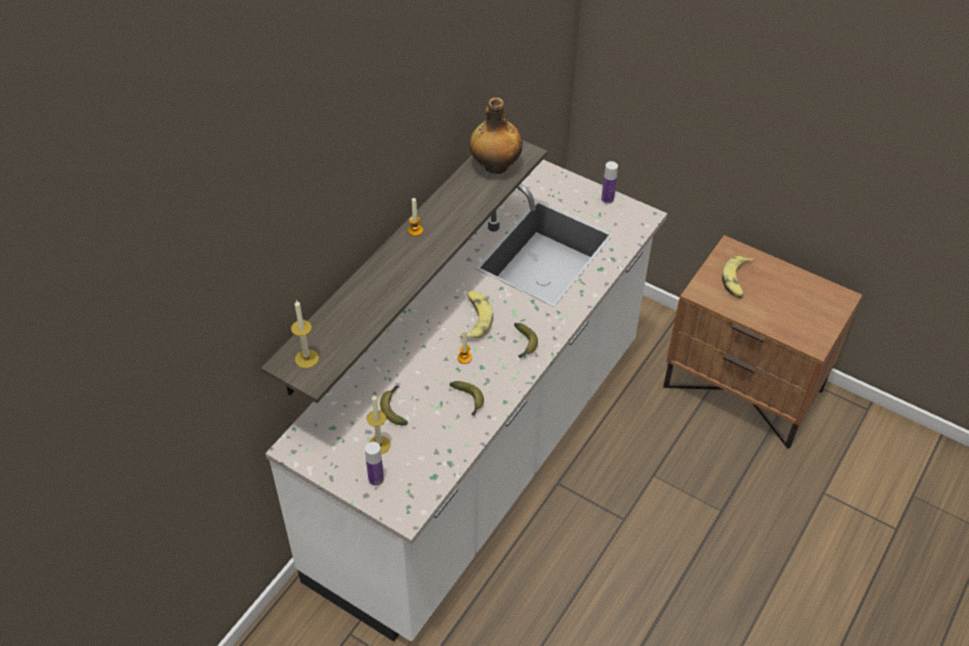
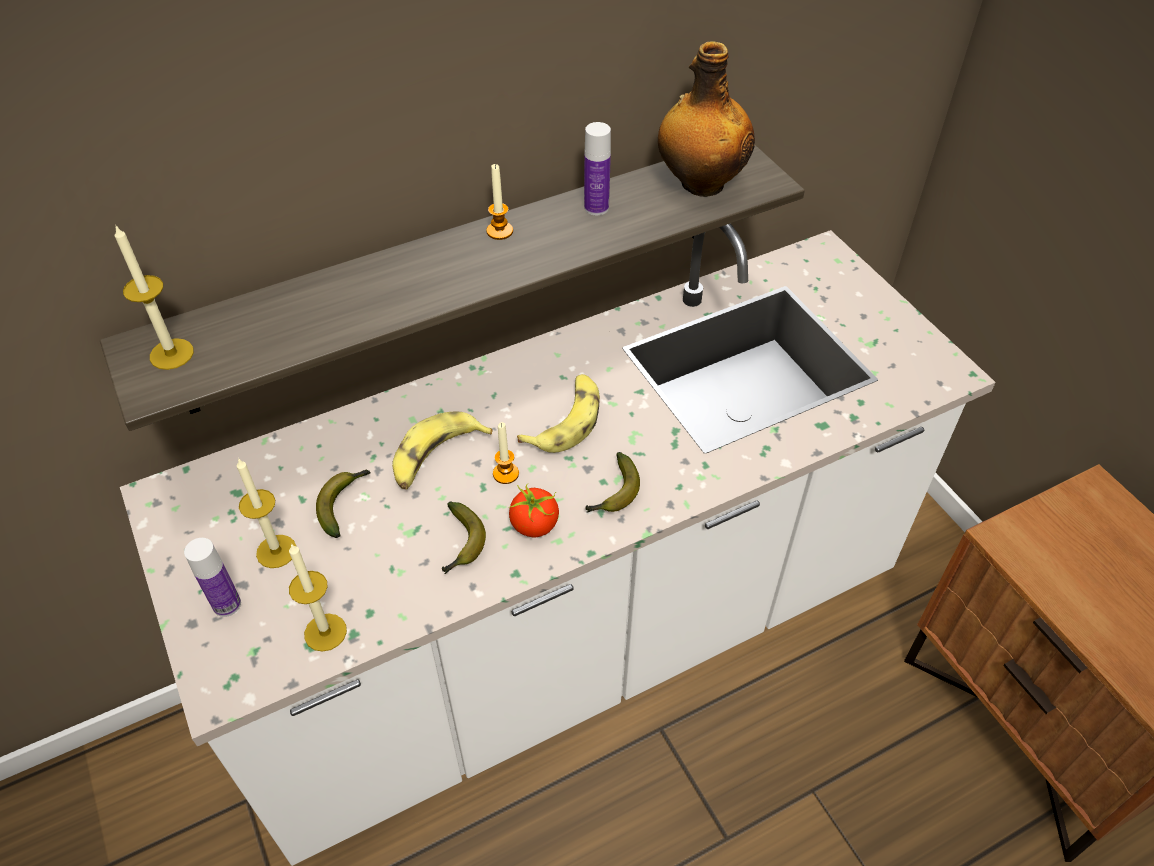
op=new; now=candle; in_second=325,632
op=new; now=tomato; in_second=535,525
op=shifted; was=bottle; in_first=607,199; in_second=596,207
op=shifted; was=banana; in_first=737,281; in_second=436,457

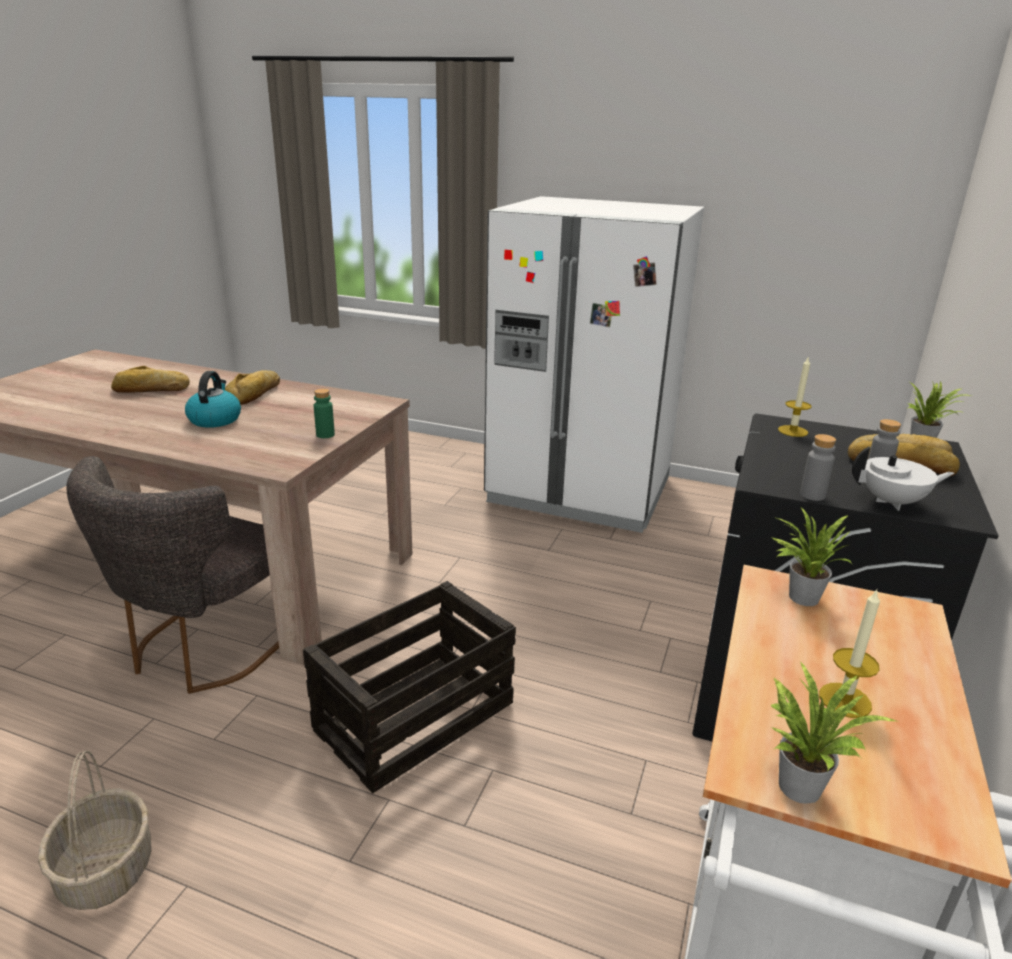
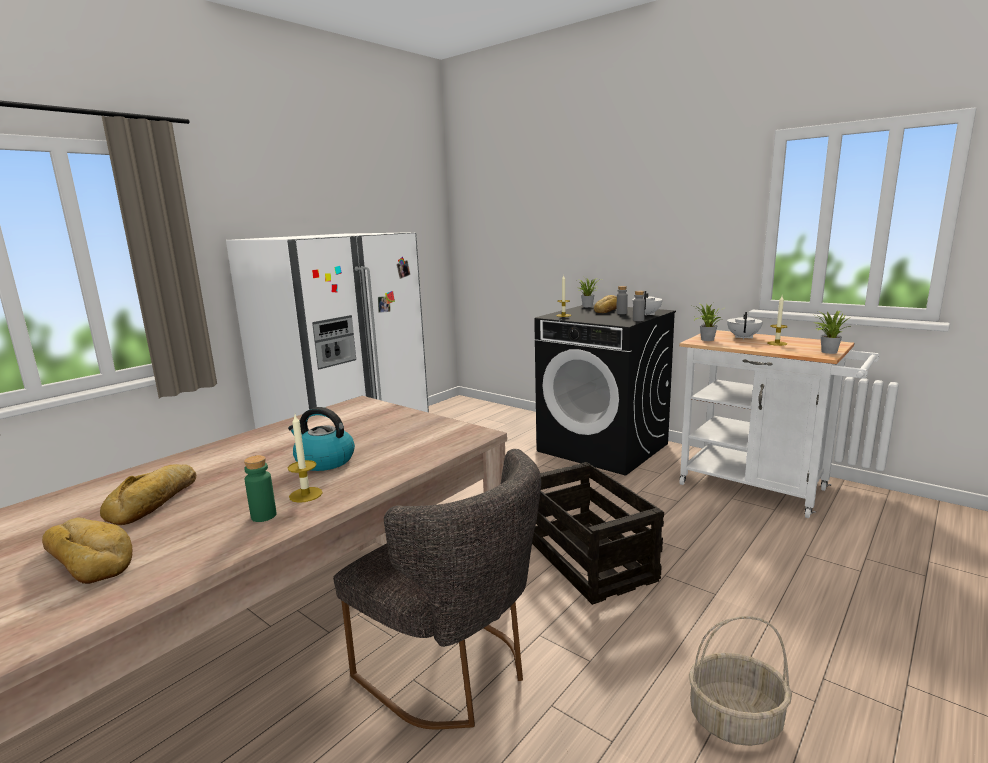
op=new; now=candle; in_second=306,494
op=new; now=white teapot; in_second=743,337
op=shifted; was=bread; in_first=255,393; in_second=90,558
op=shifted; was=green bottle; in_first=325,435; in_second=263,516

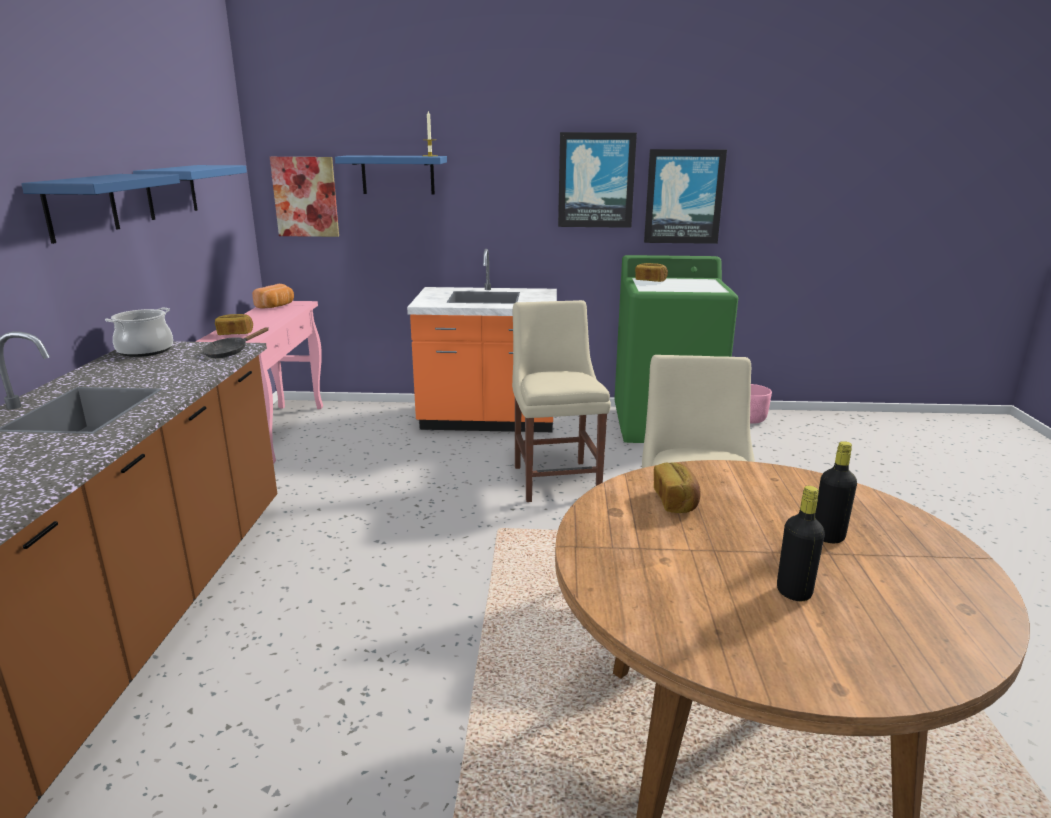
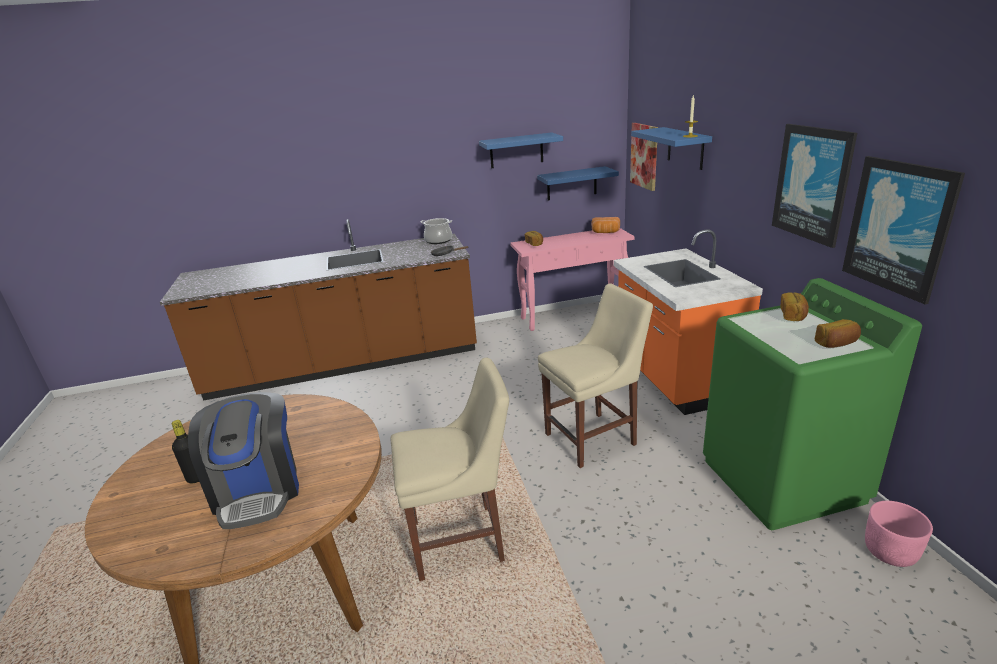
op=shifted; was=blue shelf; in_first=81,207; in_second=571,183
op=shifted; was=bread; in_first=676,501; in_second=836,343
op=swapped; was=black bottle; now=coffee machine; in_first=828,537; in_second=258,490

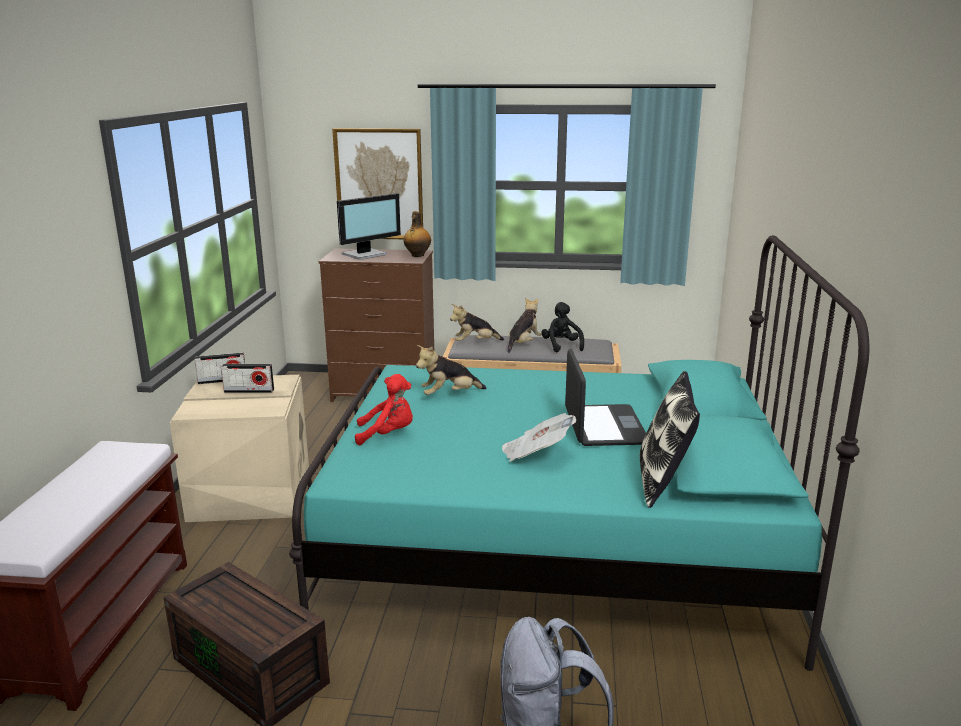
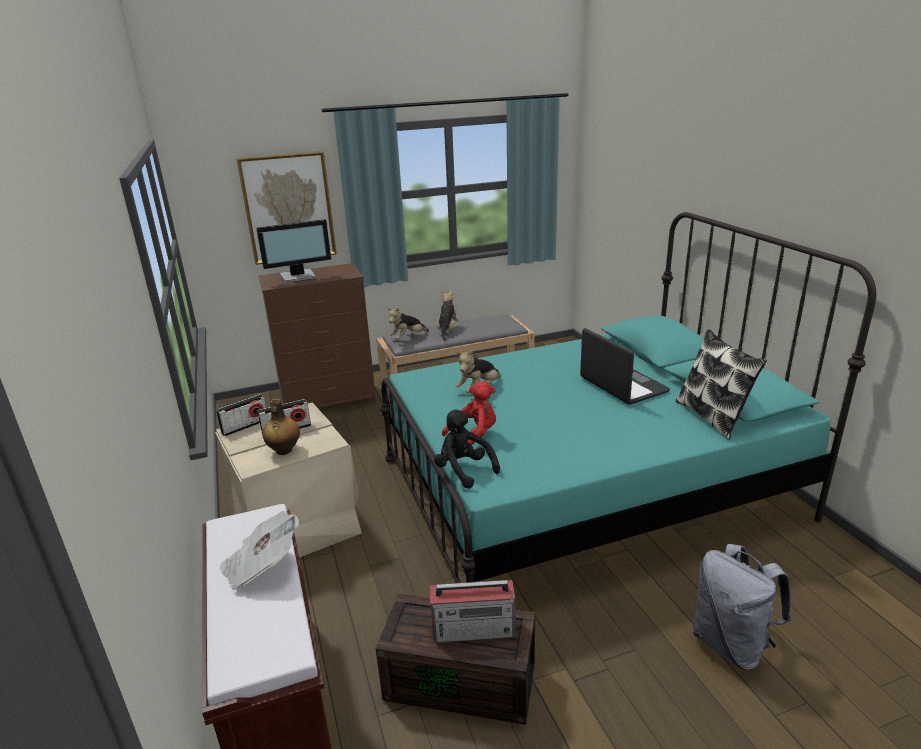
op=new; now=radio; in_second=475,628
op=shifted; was=bottle; in_first=417,255; in_second=284,451
op=shifted; was=newspaper; in_first=536,454; in_second=262,566
op=shifted; was=black plush toy; in_first=561,346; in_second=463,470
op=rotated; was=monitor; in_first=365,254; in_second=298,276; clockwise=45

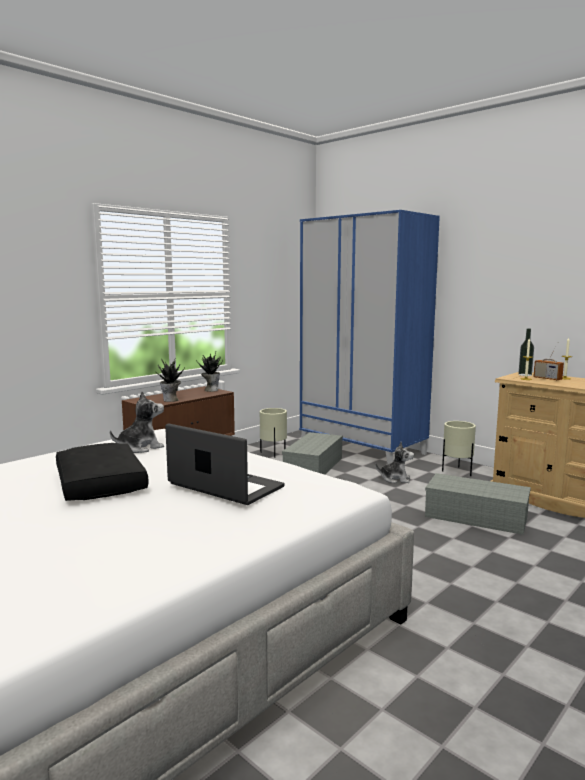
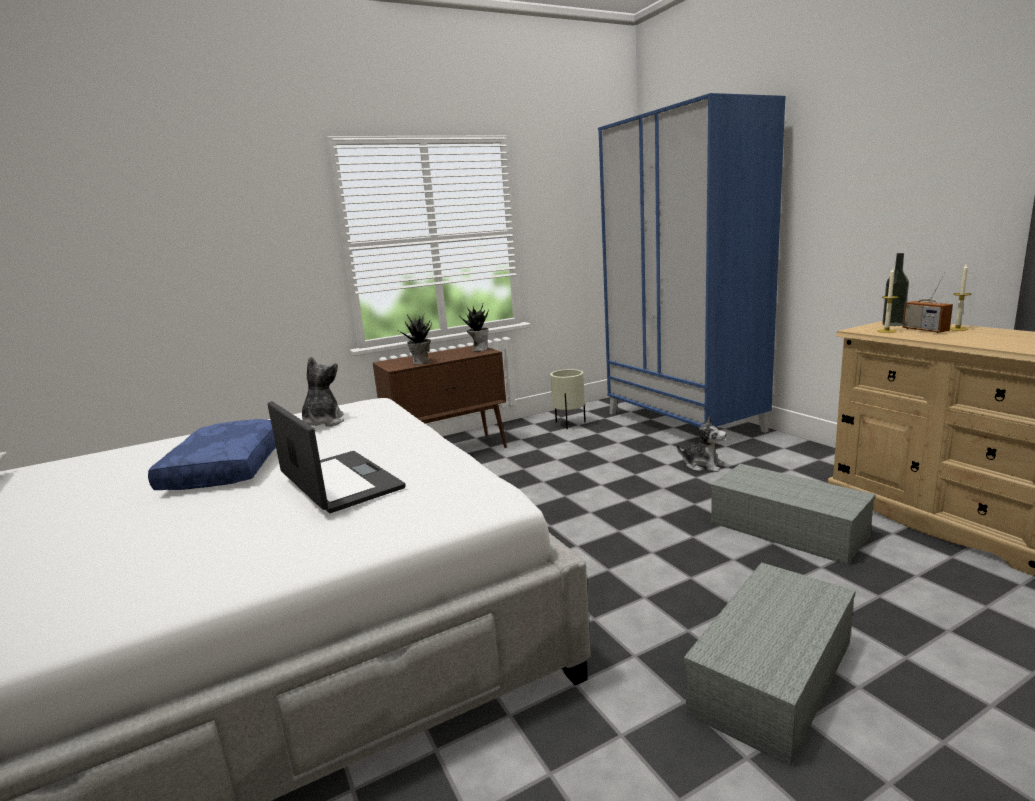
op=gone; was=beige planter; in_first=457,472
op=shifted; was=grey storage box; in_first=314,467; in_second=773,679
op=repainted; was=black pillow; now=blue pillow; in_first=98,483; in_second=225,468
op=rotated; was=plush toy; in_first=140,448; in_second=323,423; clockwise=-75

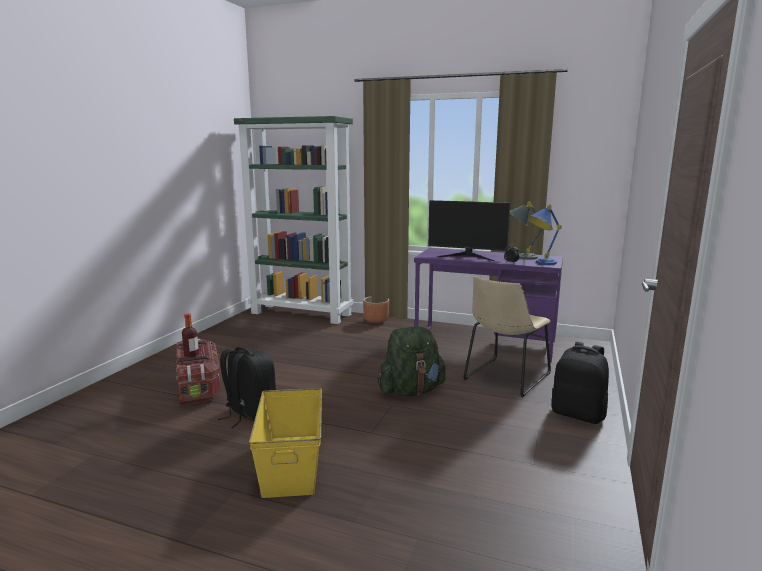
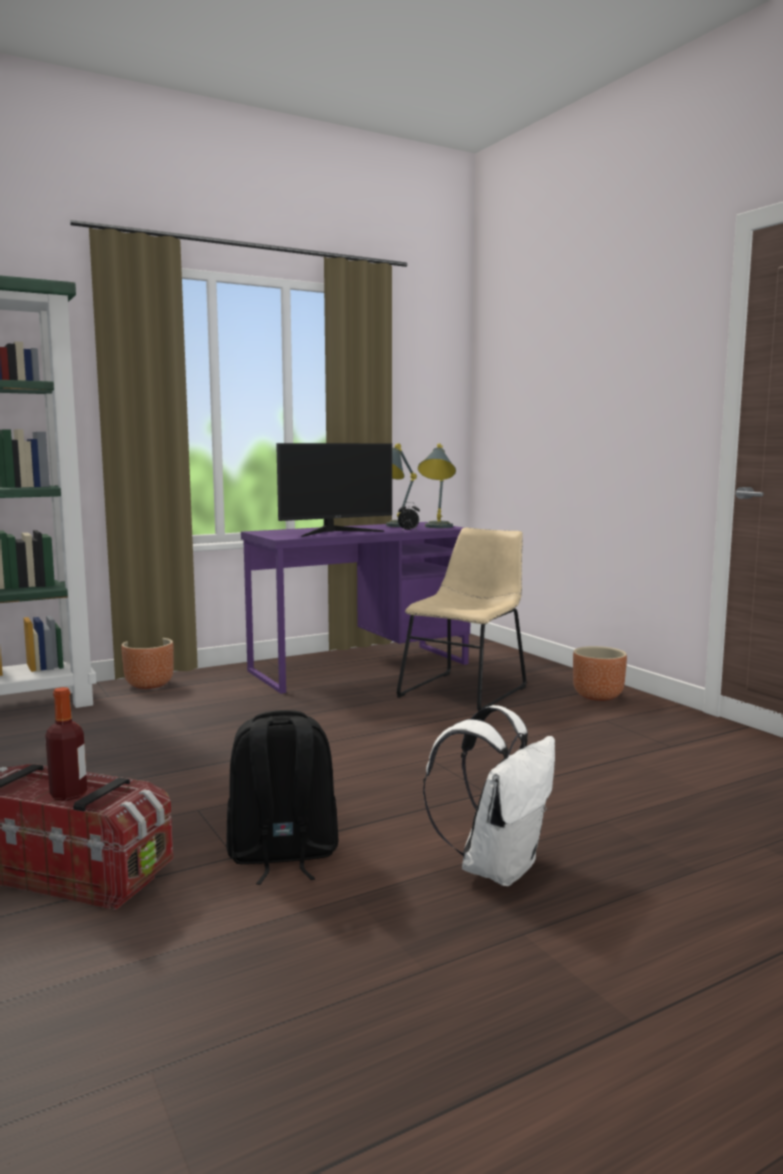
op=gone; was=green backpack; in_first=411,391
op=swapped; was=yellow storage box; now=white backpack; in_first=292,463; in_second=497,867
op=swapped; was=black backpack; now=brown planter; in_first=578,414; in_second=598,696
op=repainted; was=blue table lamp; now=grey table lamp; in_first=540,263; in_second=436,527
op=rotated; was=beige chair; in_first=505,377; in_second=466,690; clockwise=-135

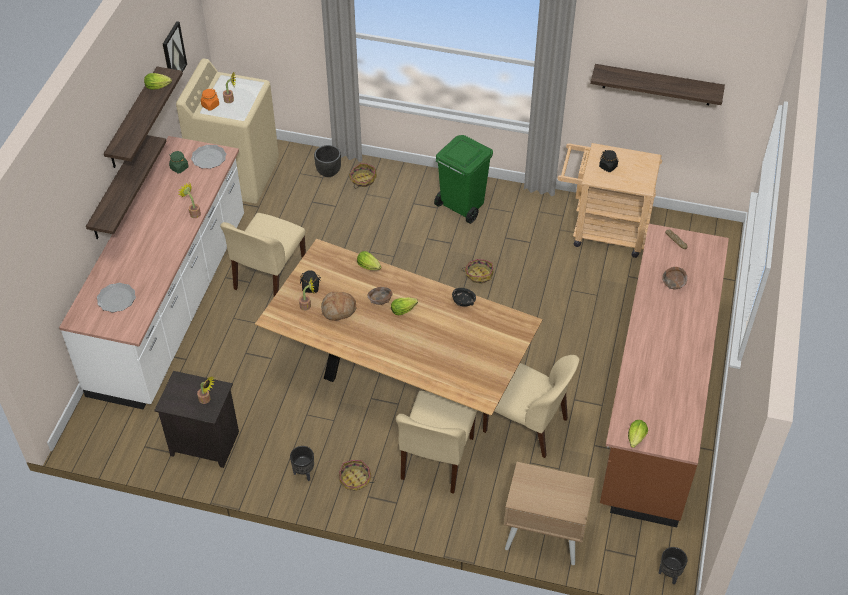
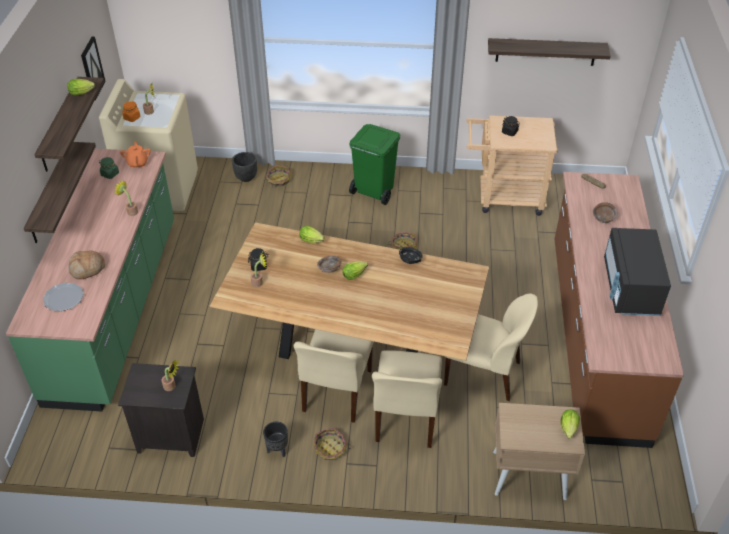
op=gone; was=black planter; in_first=669,575
op=new; now=black microwave; in_second=630,288
op=shifted; was=beige chair; in_first=269,277; in_second=336,392
op=shifted; was=bread; in_first=338,310; in_second=87,269
op=shifted; was=lettuce; in_first=635,439; in_second=568,430
op=swapped; was=plate; now=orange teapot; in_first=209,158; in_second=138,163
op=repainted; was=white counter; now=green counter; in_first=171,304; in_second=116,308

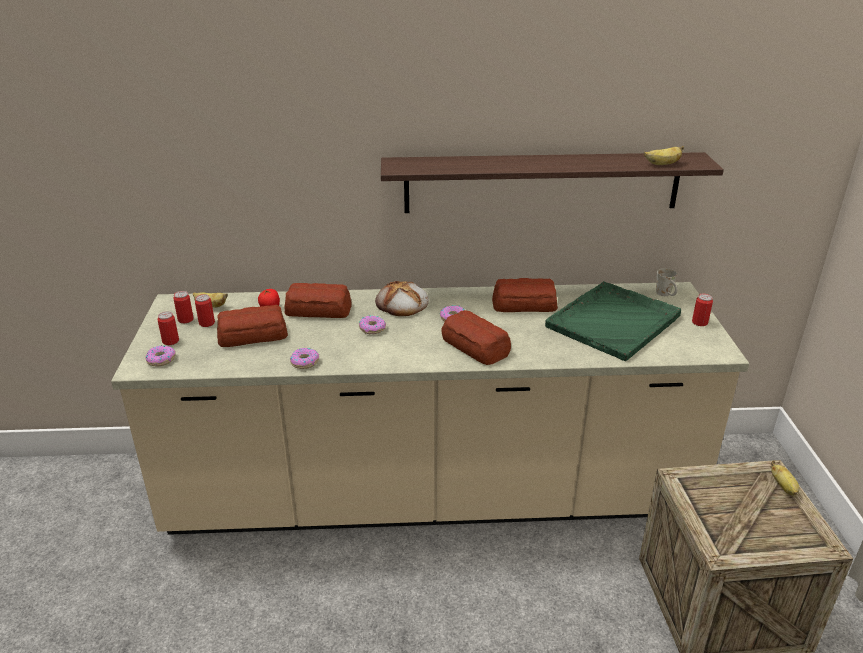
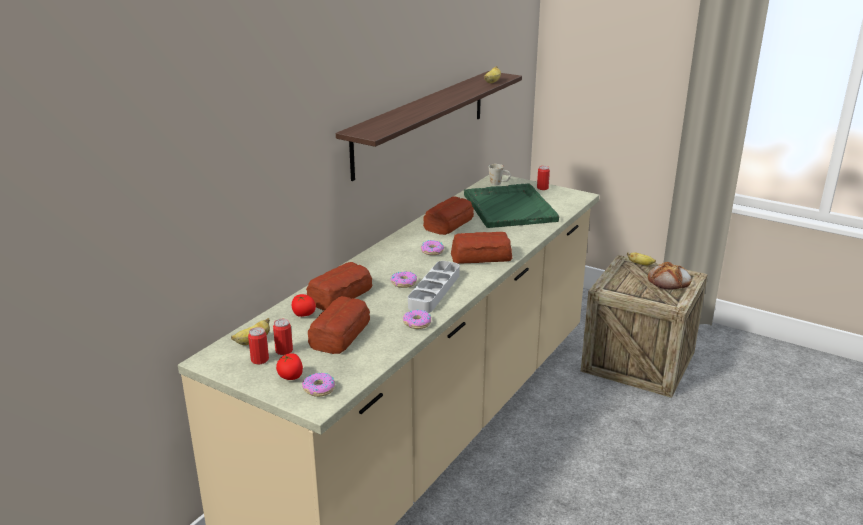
op=new; now=grey tray; in_second=434,291
op=shifted; was=bread; in_first=402,304; in_second=669,280
op=swapped; was=can; now=tomato; in_first=170,341; in_second=291,376

